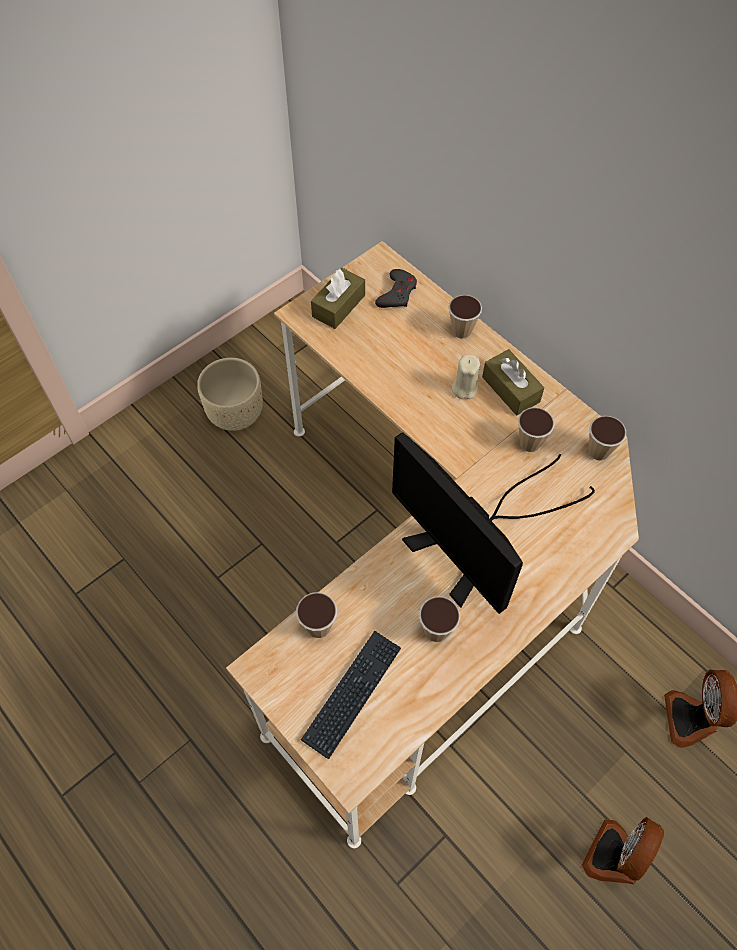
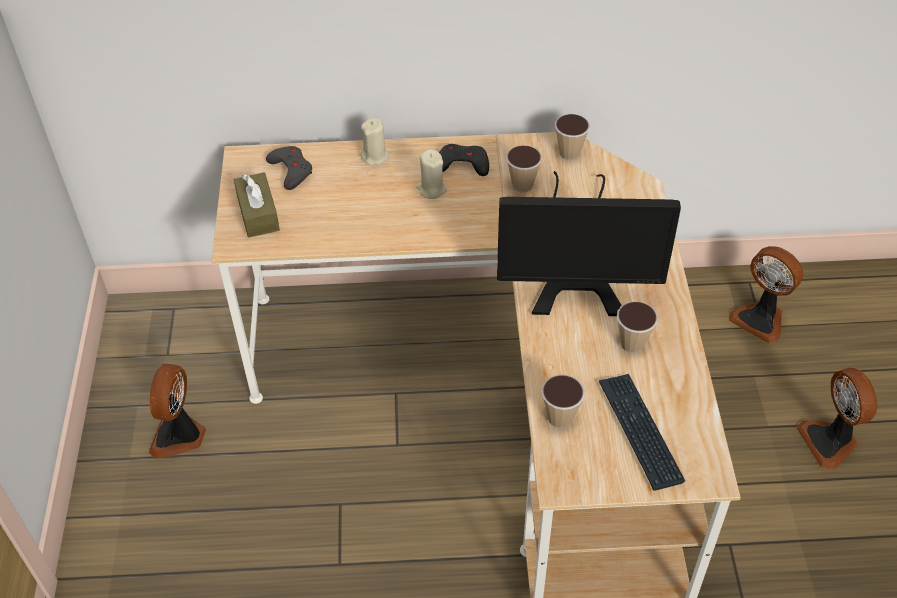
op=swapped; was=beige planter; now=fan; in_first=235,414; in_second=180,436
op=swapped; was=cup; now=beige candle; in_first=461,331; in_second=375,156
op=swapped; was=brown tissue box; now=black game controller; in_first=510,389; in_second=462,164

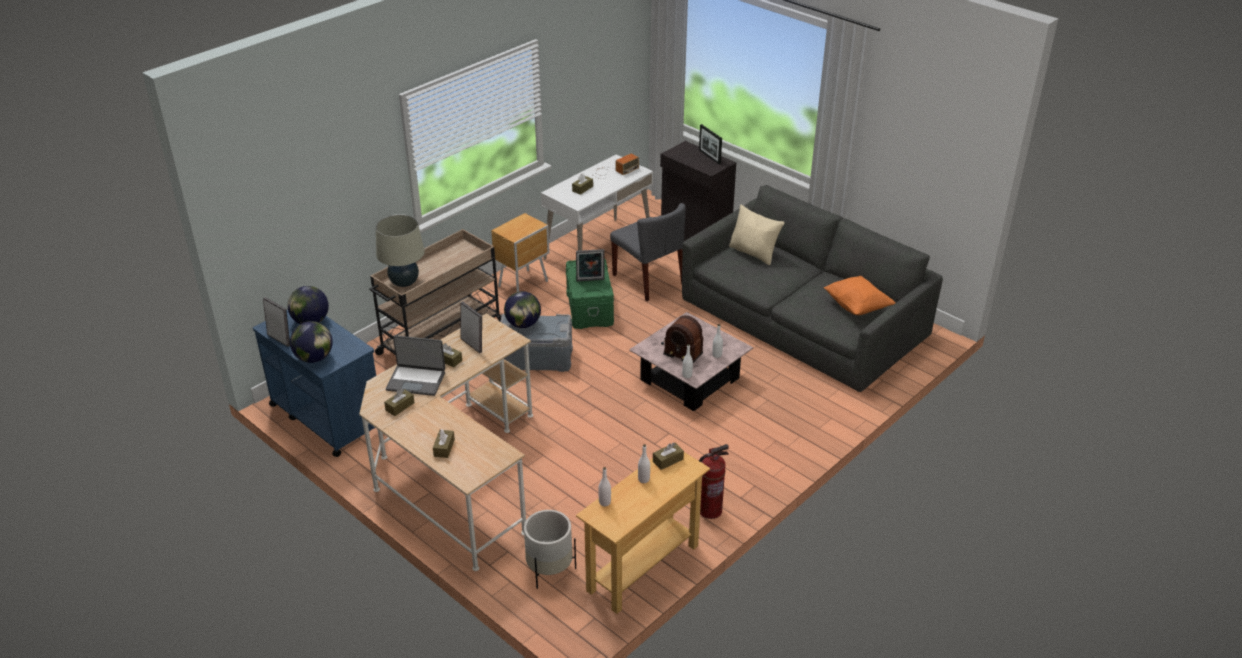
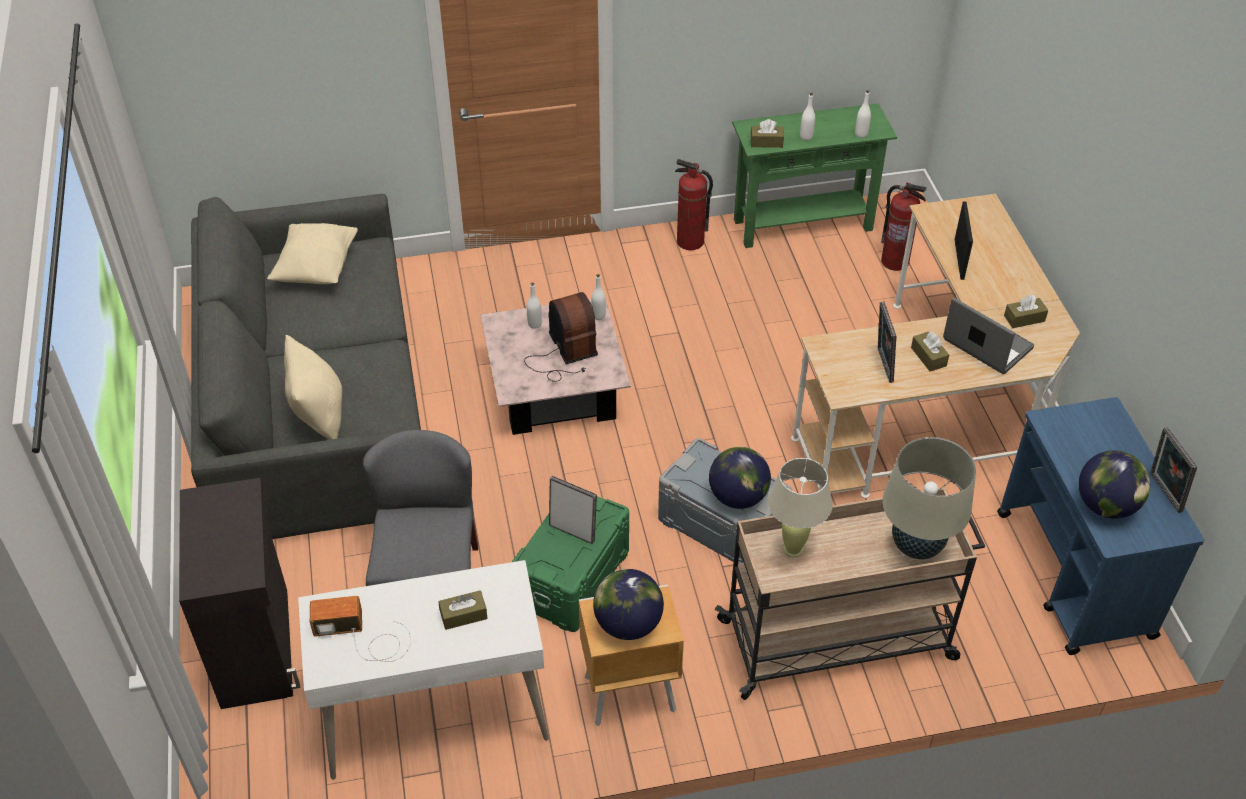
op=gone; was=brown tissue box; in_first=444,448
op=new; now=beige table lamp; in_second=792,549
op=shifted; was=globe; in_first=314,358; in_second=628,624
op=shifted; was=picture frame; in_first=709,157; in_second=959,259
op=swapped; was=white planter; now=fire extinguisher; in_first=549,570; in_second=894,262
op=repainted; was=beige console table; now=green console table; in_first=643,568; in_second=803,225
op=repainted; was=orange pillow; now=beige pillow; in_first=857,307; in_second=317,269

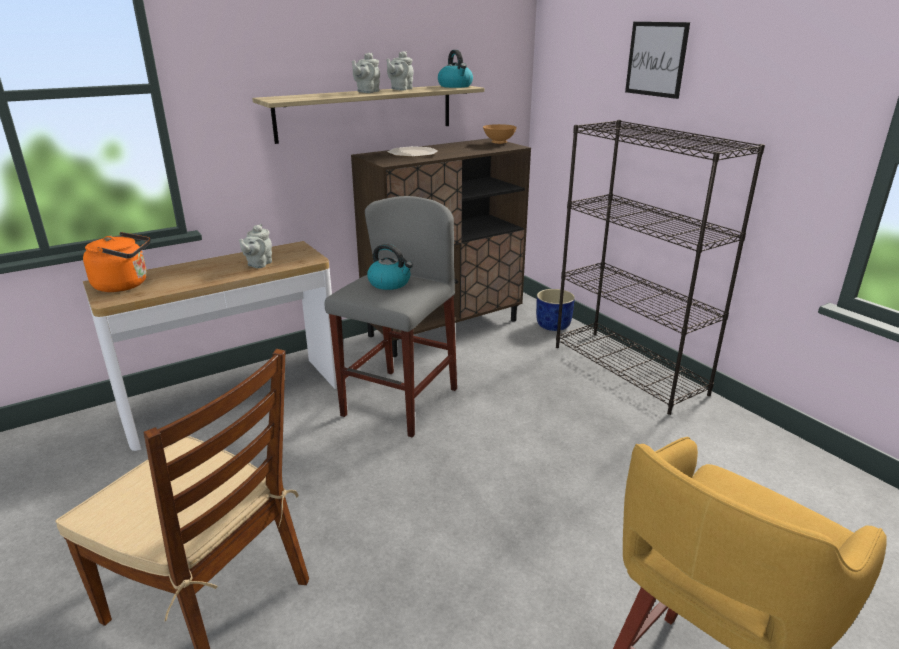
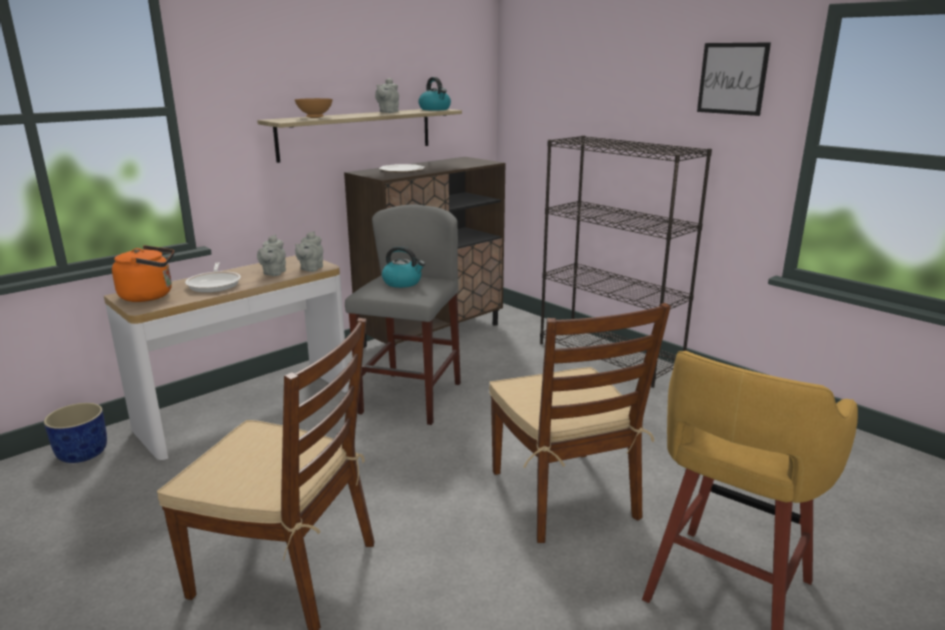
op=new; now=frying pan; in_second=215,284
op=new; now=brown chair; in_second=564,495
op=shifted; was=grey teapot; in_first=367,92; in_second=310,269
op=shifted; was=brown bowl; in_first=499,143; in_second=315,118
op=shifted; was=blue planter; in_first=553,325; in_second=83,453
op=shifted; was=picture; in_first=656,59; in_second=732,78

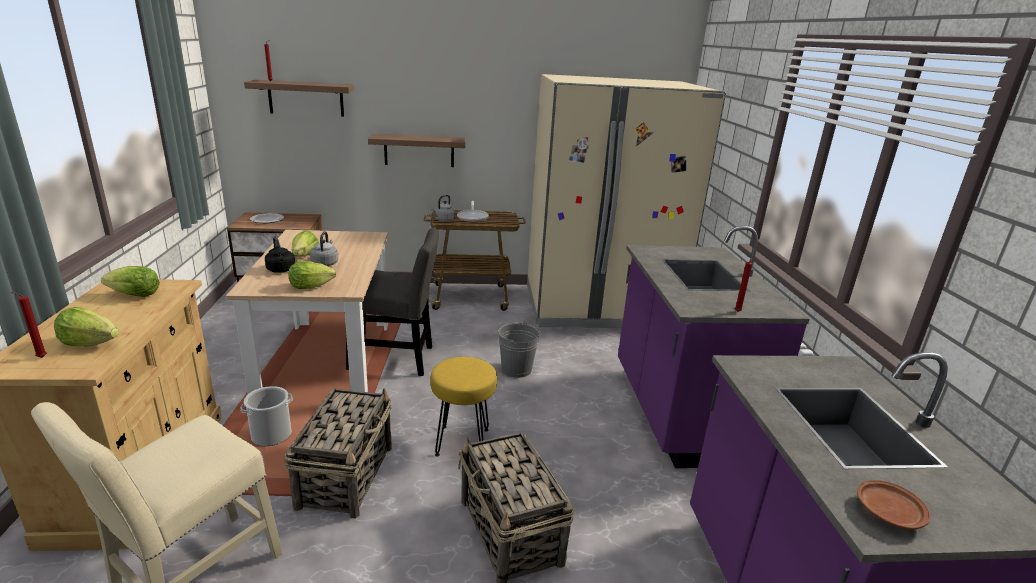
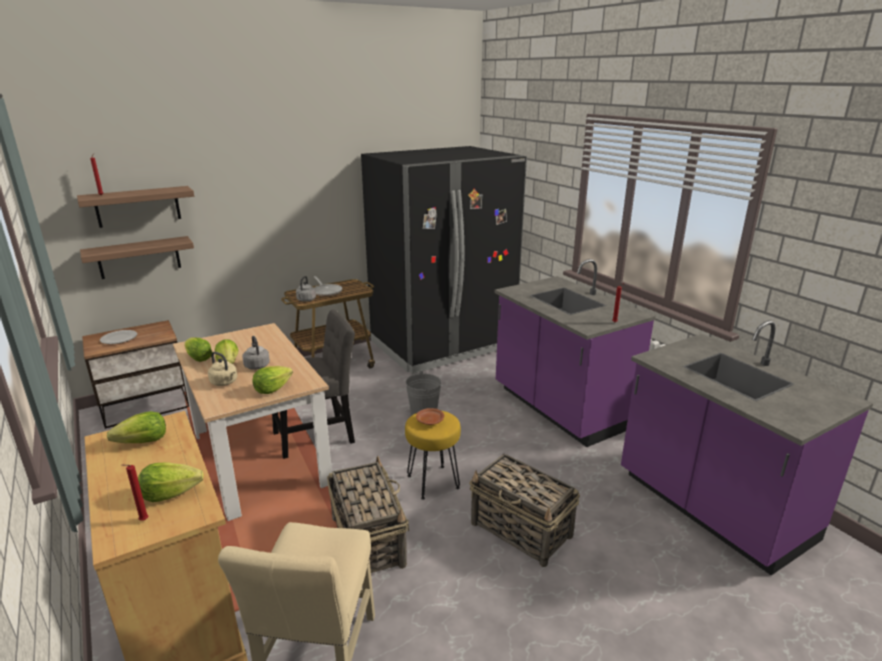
op=gone; was=bucket; in_first=271,435
op=new; now=lettuce; in_second=198,358
op=shifted; was=shelf; in_first=419,150; in_second=139,257
op=shifted; was=brown plate; in_first=888,512; in_second=430,421
op=repainted; was=black kettle; now=beige kettle; in_first=281,270; in_second=225,382
op=repainted; was=beige fridge; now=black fridge; in_first=599,307; in_second=443,344

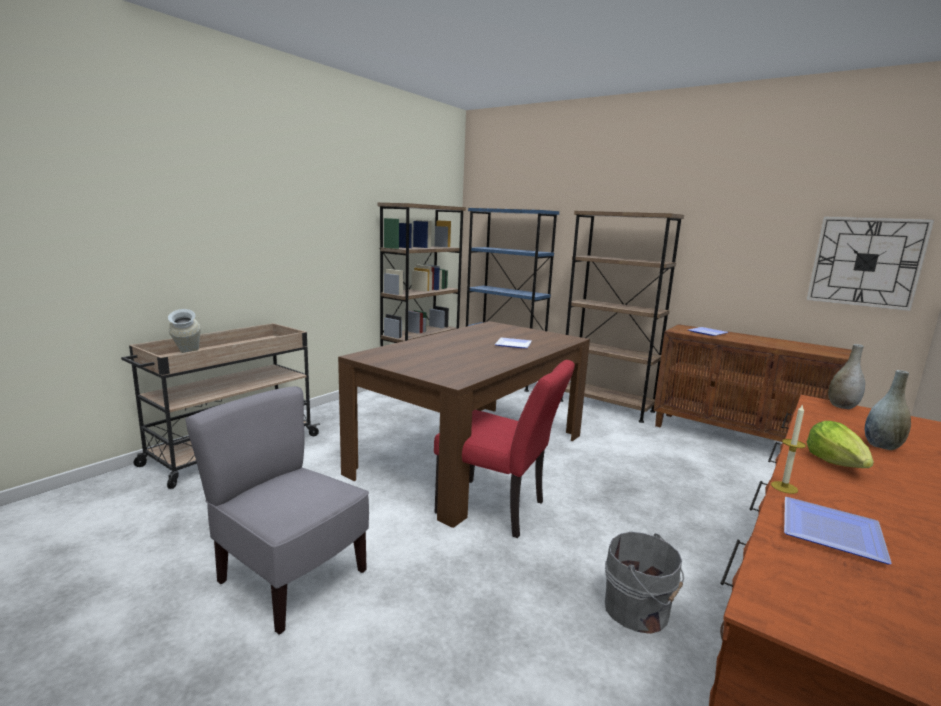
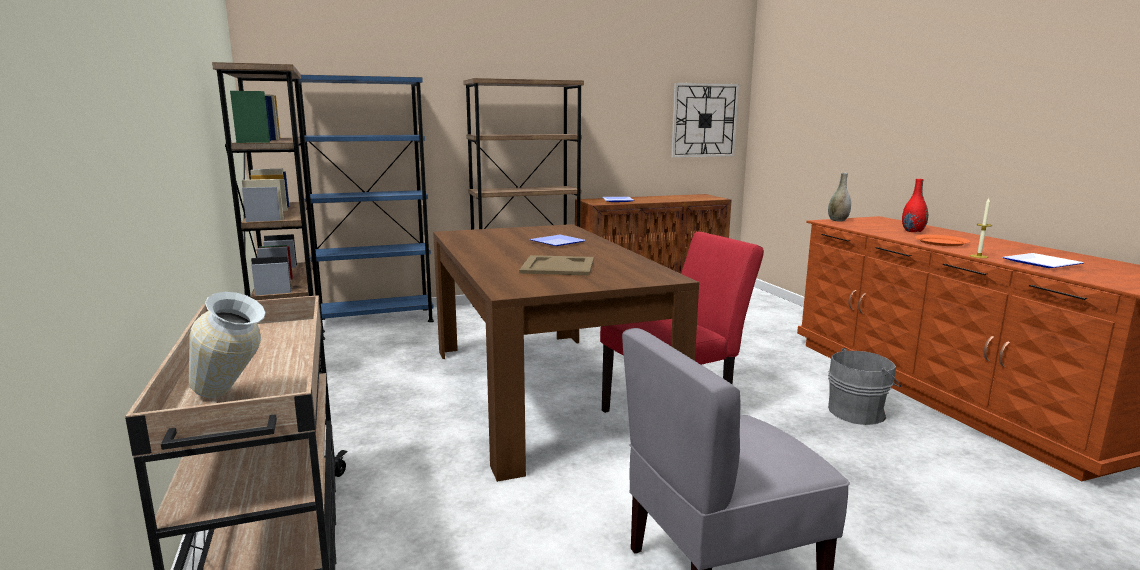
op=new; now=beige tray; in_second=558,266
op=swapped; was=lettuce; now=orange plate; in_first=837,463; in_second=941,242
op=repainted; was=grey vase; now=red vase; in_first=881,446; in_second=913,231

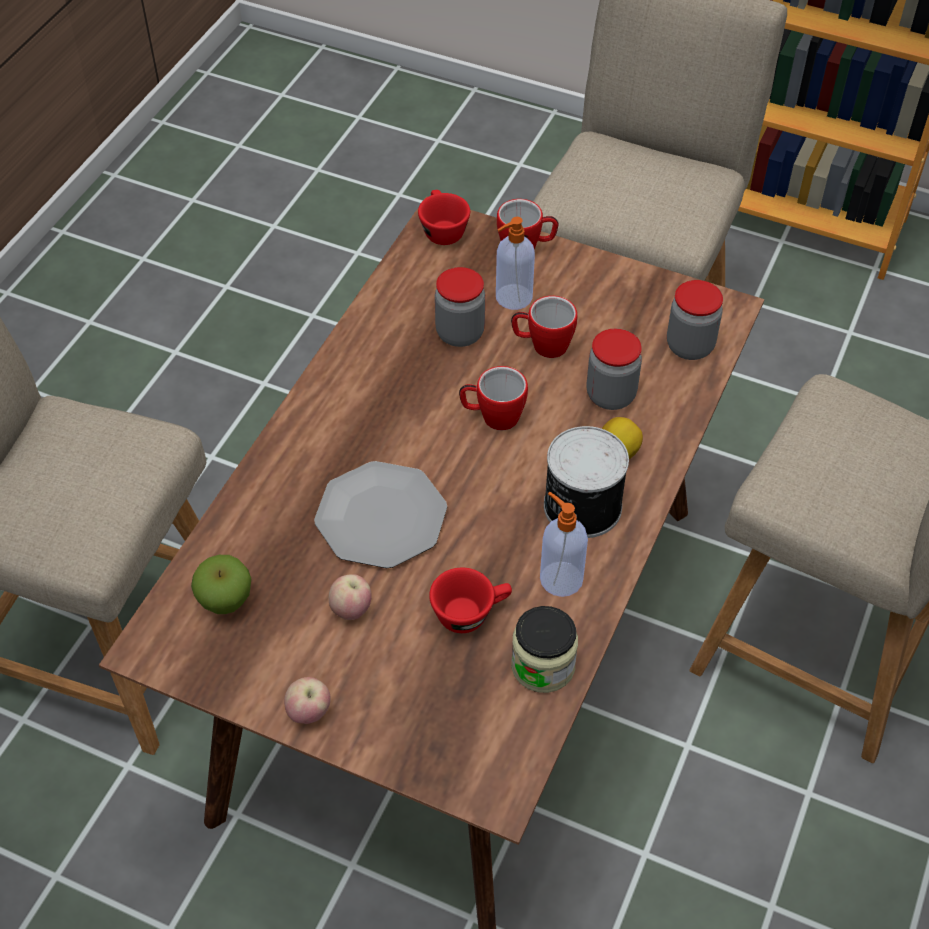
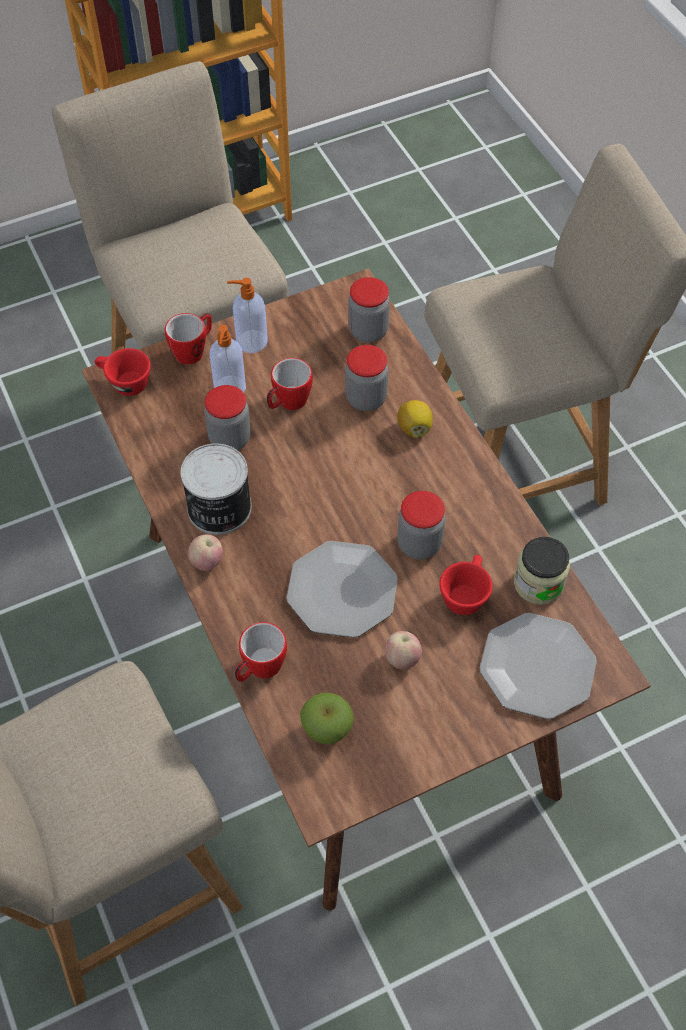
op=new; now=jar; in_second=419,544
op=new; now=plate; in_second=537,667
op=shifted; was=apple; in_first=309,712; in_second=207,562
op=shifted; was=mug; in_first=492,417; in_second=259,669
op=shifted; was=soap dispenser; in_first=560,578; in_second=250,341
op=shifted; was=can; in_first=580,507; in_second=218,509

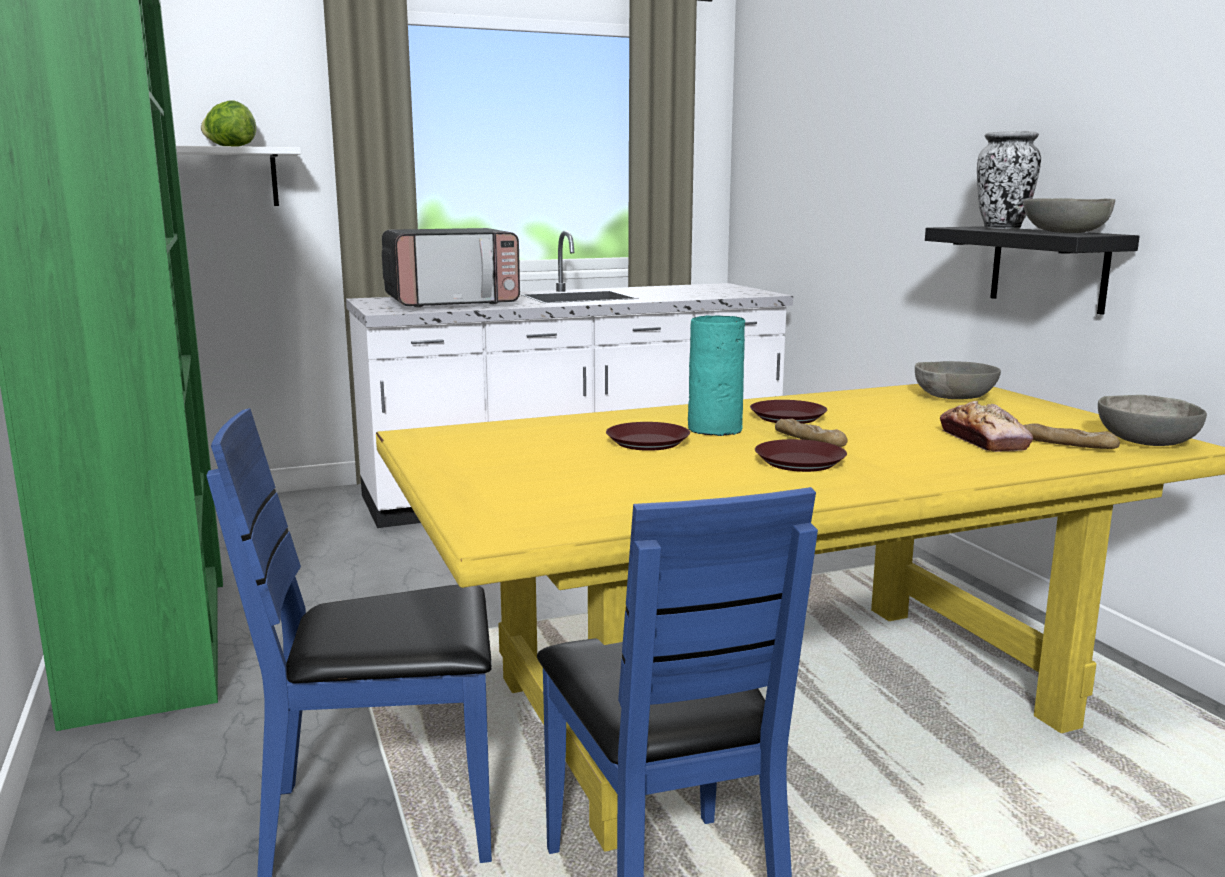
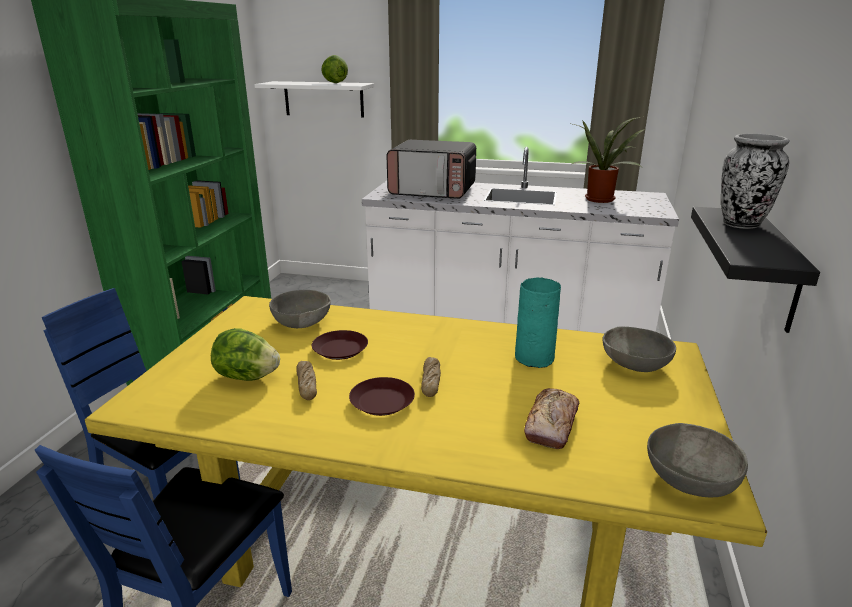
op=gone; was=brown plate; in_first=787,418
op=new; now=lettuce; in_second=247,377
op=new; now=potted plant; in_second=601,199
op=shifted; was=turquoise vase; in_first=714,429; in_second=534,357
op=shifted; was=grey bowl; in_first=1064,232; in_second=302,321
op=shifted; was=bread; in_first=1065,445; in_second=306,385

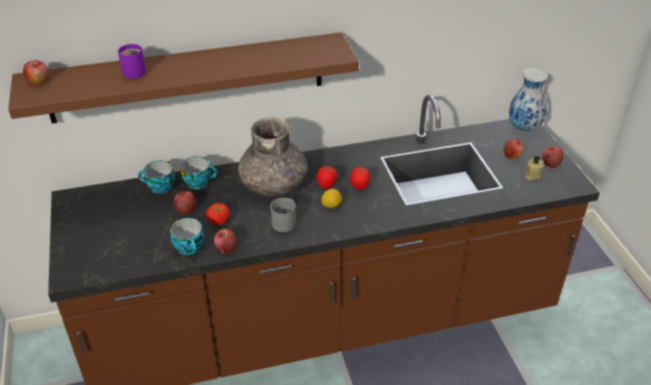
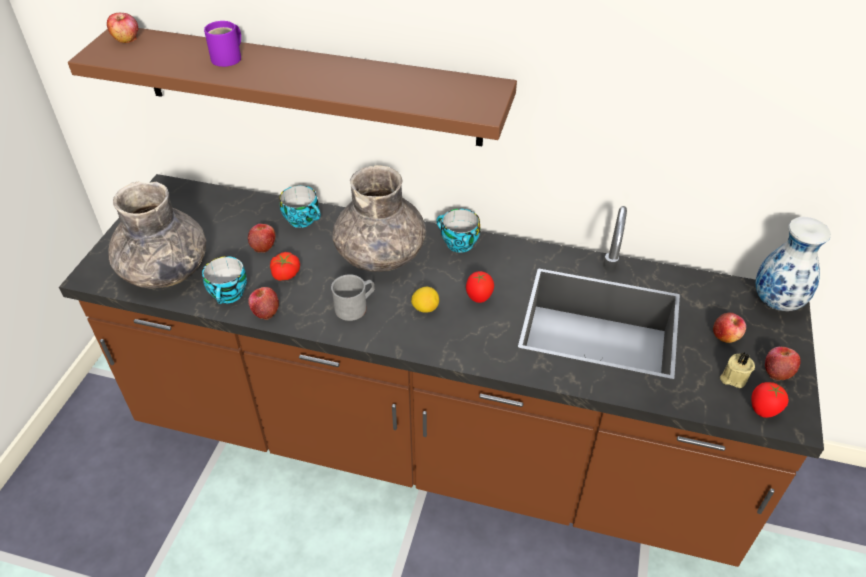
op=new; now=grey vase; in_second=164,270
op=shifted; was=cup; in_first=159,188; in_second=457,243
op=shifted; was=tomato; in_first=326,186; in_second=763,411

